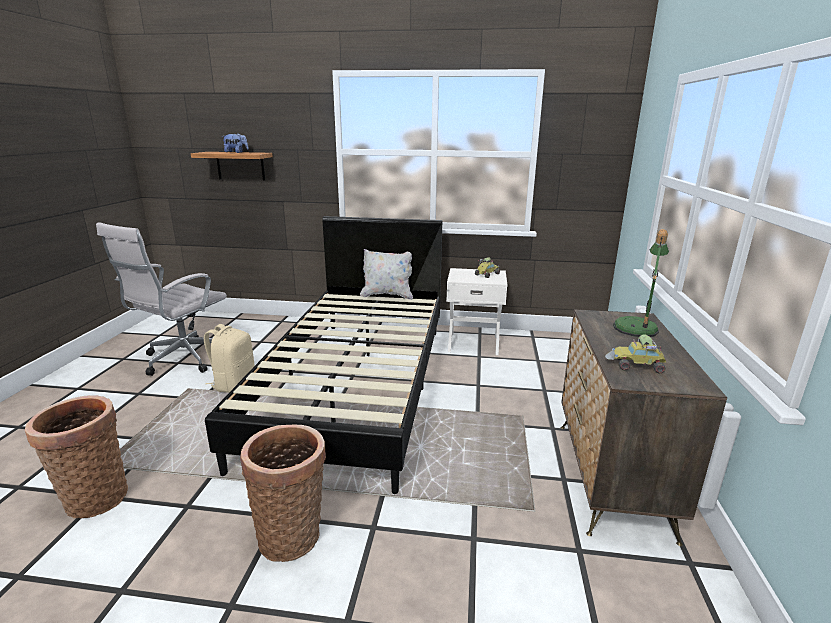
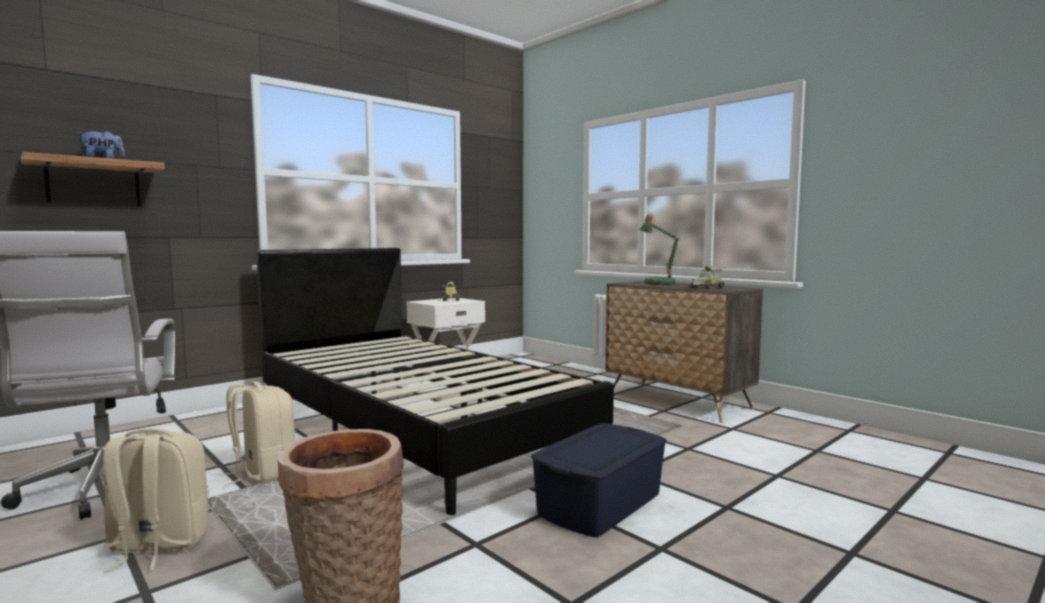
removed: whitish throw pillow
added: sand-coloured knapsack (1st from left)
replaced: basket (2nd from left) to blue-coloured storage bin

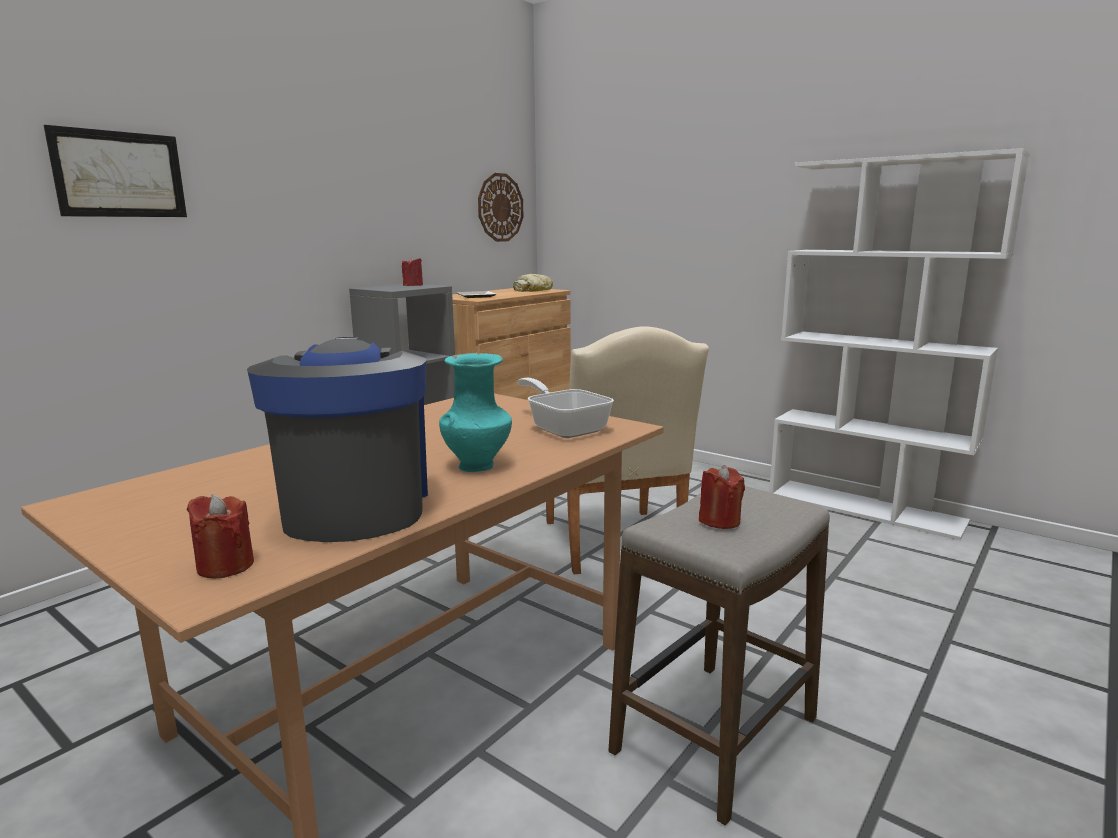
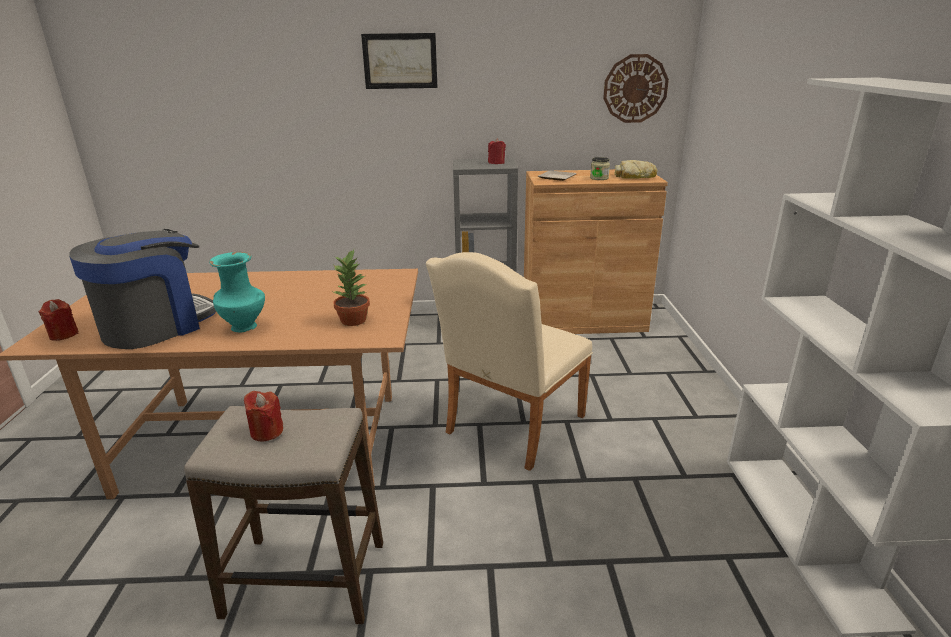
added: preserve jar
moved: wall picture
replaced: skillet to potted plant

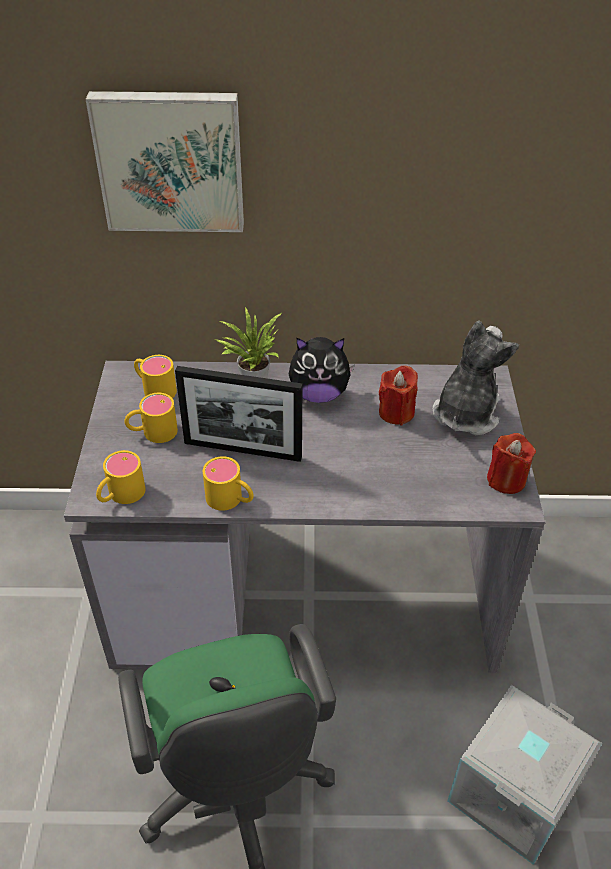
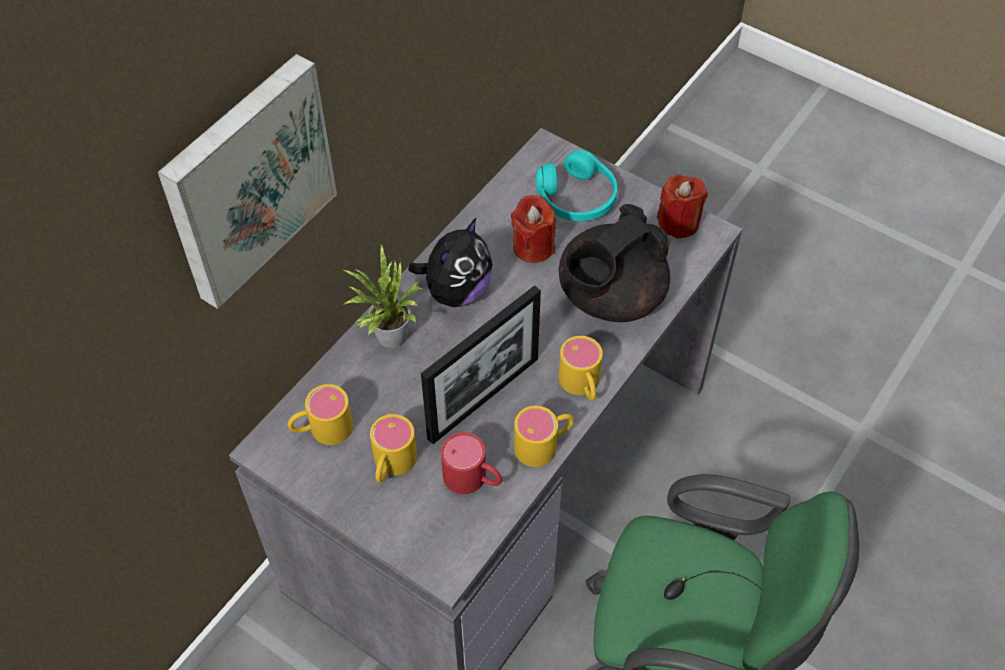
removed: gray storage bin
added: red tea mug; black teapot
moved: yellow tea mug (1st from left in the first image) to yellow tea mug (4th from left)
replaced: cuddly toy (2nd from left) to turquoise-coloured headset

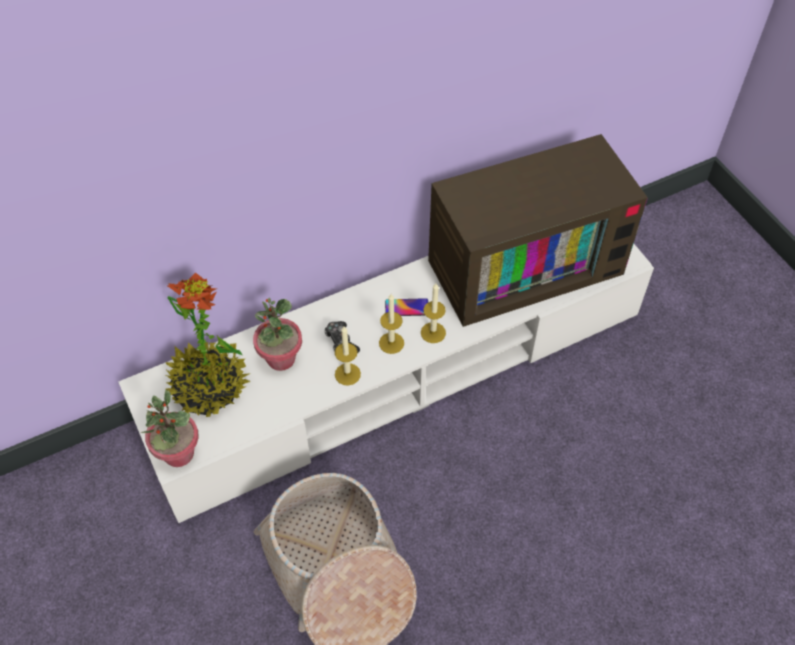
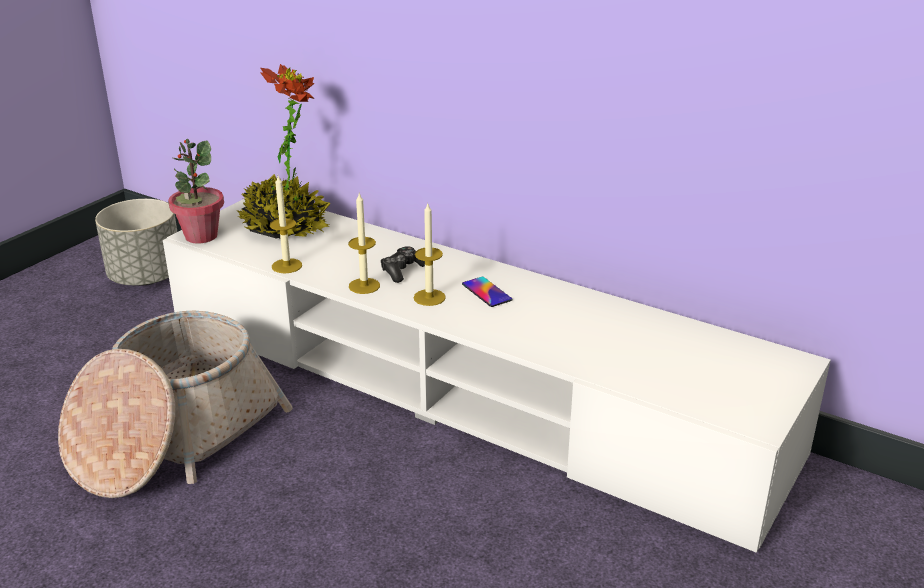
removed: potted plant (3rd from left); TV set
added: gray flower pot
moved: candle (3rd from left in the first image) to candle (1st from left)

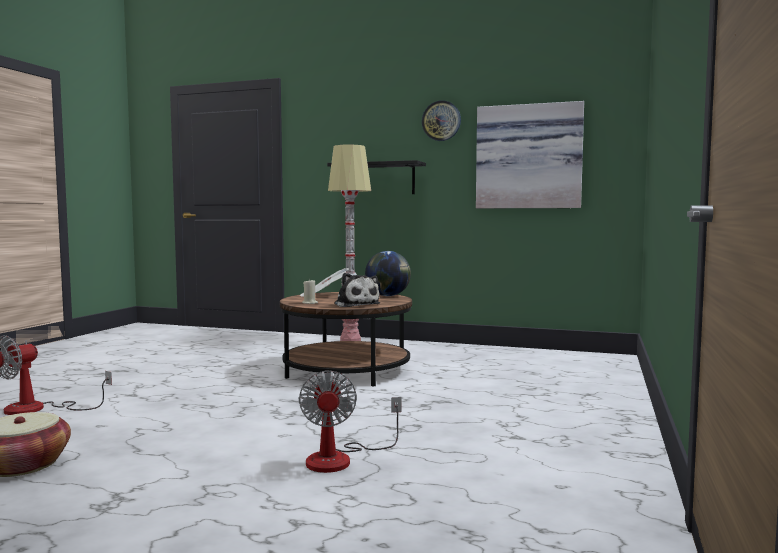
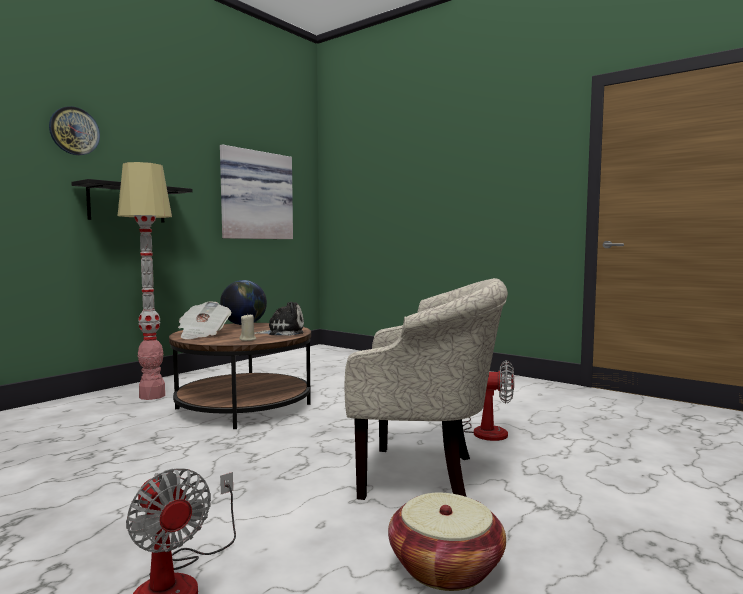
added: sand-coloured easy chair
moved: clock on the wall

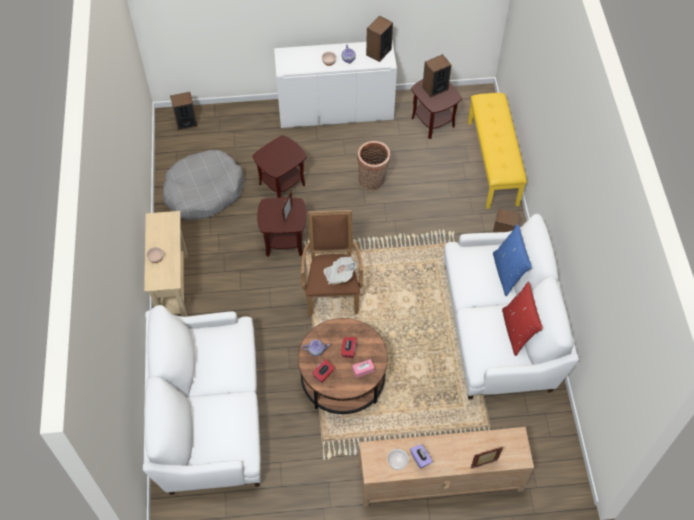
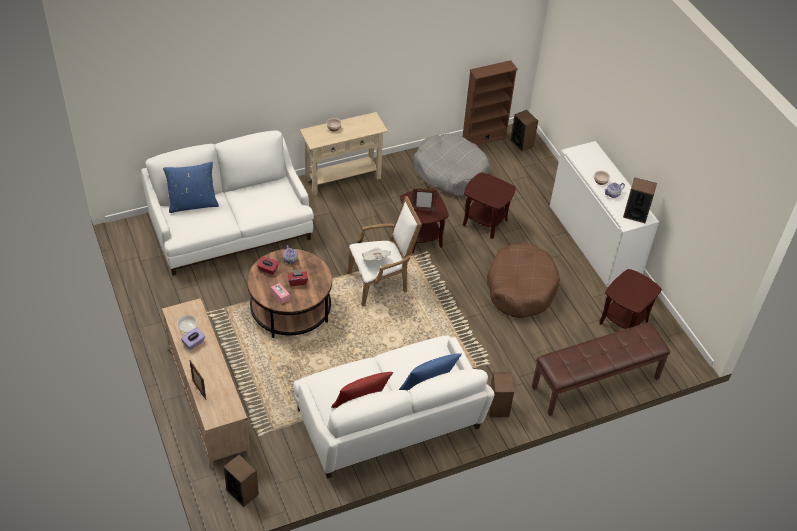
added: blue-coloured throw pillow (1st from left); brownish bookshelf
moved: speaker (3rd from left in the first image) to speaker (1st from left)
replaced: basket to brownish dog cushion
recoloured: brownish easy chair to whitish easy chair; yellow indoor bench to brownish indoor bench

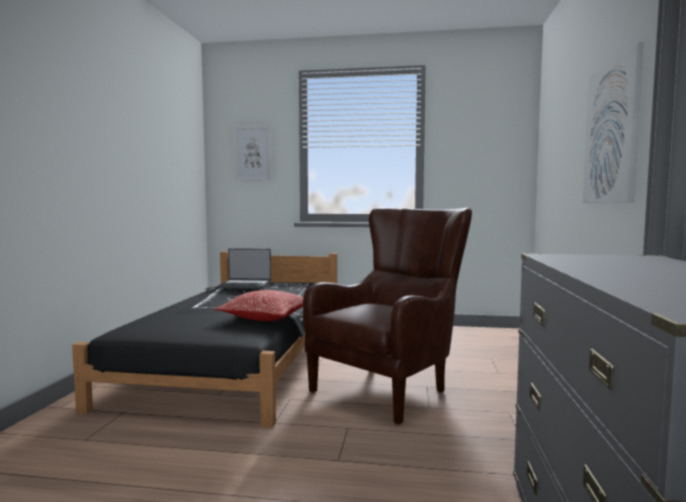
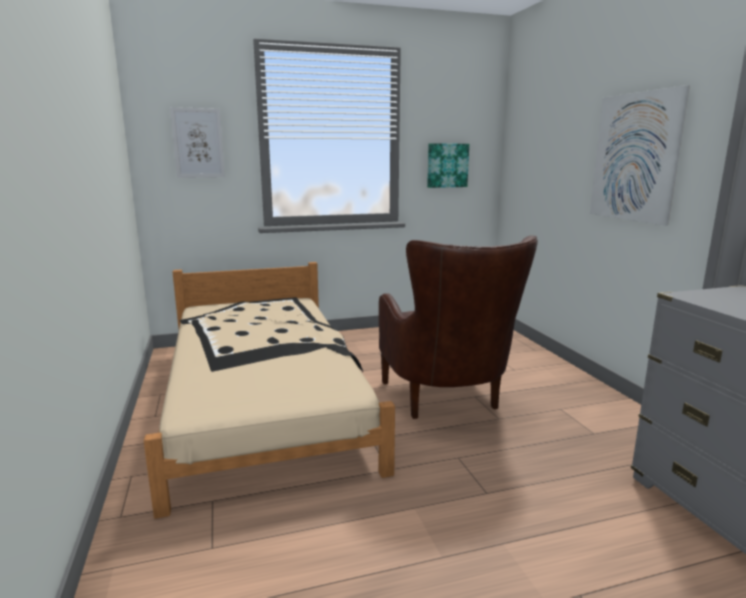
removed: throw pillow; portable computer
added: wall picture (2nd from left)
recoloured: black sleeping bed to sand-coloured sleeping bed
turned: brownish easy chair 150 degrees clockwise

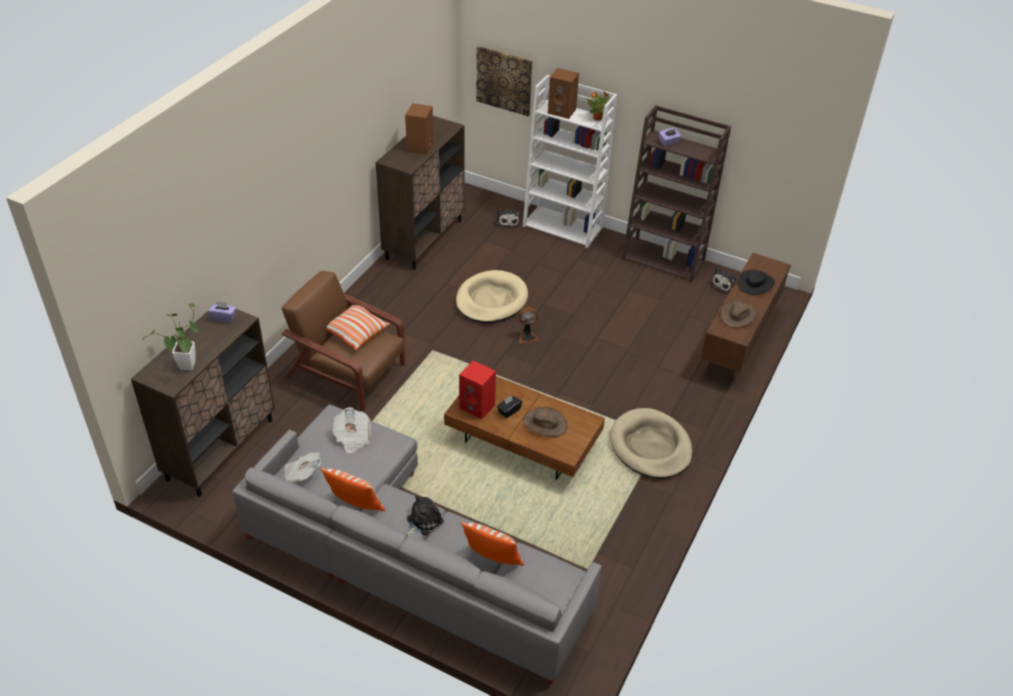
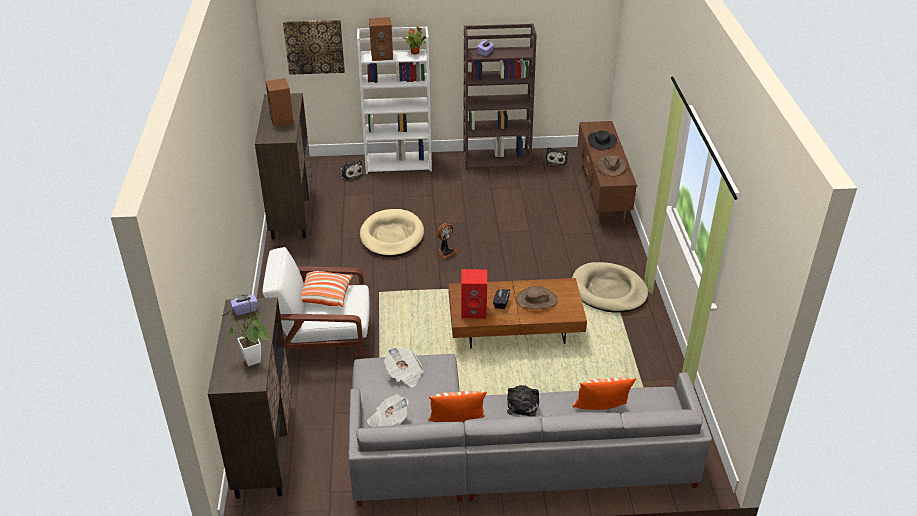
recoloured: brownish easy chair to whitish easy chair

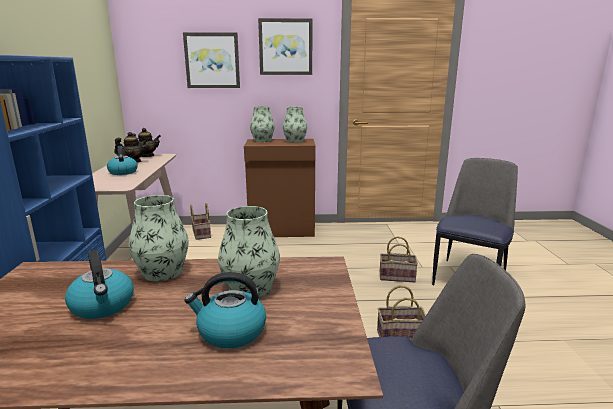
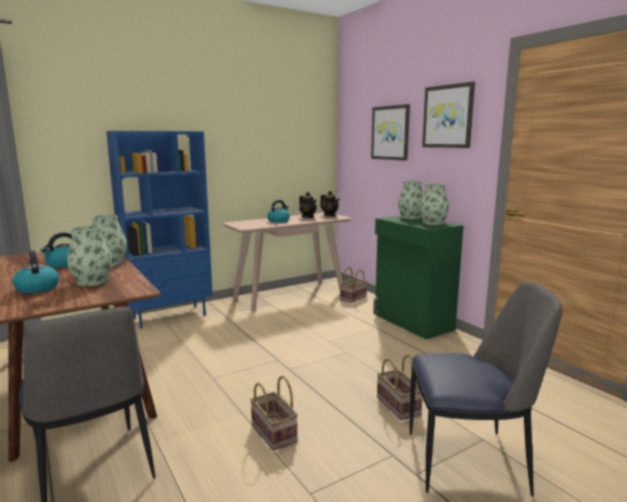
recoloured: brownish storage cabinet to green storage cabinet

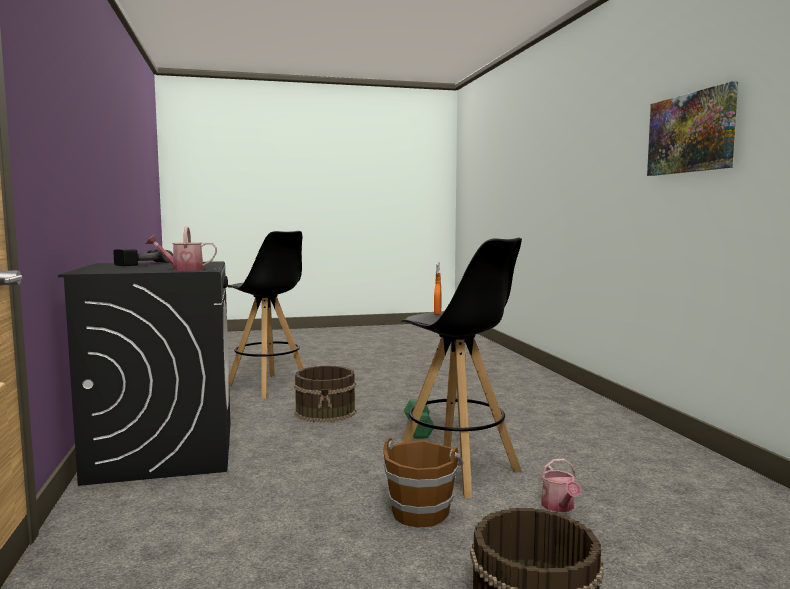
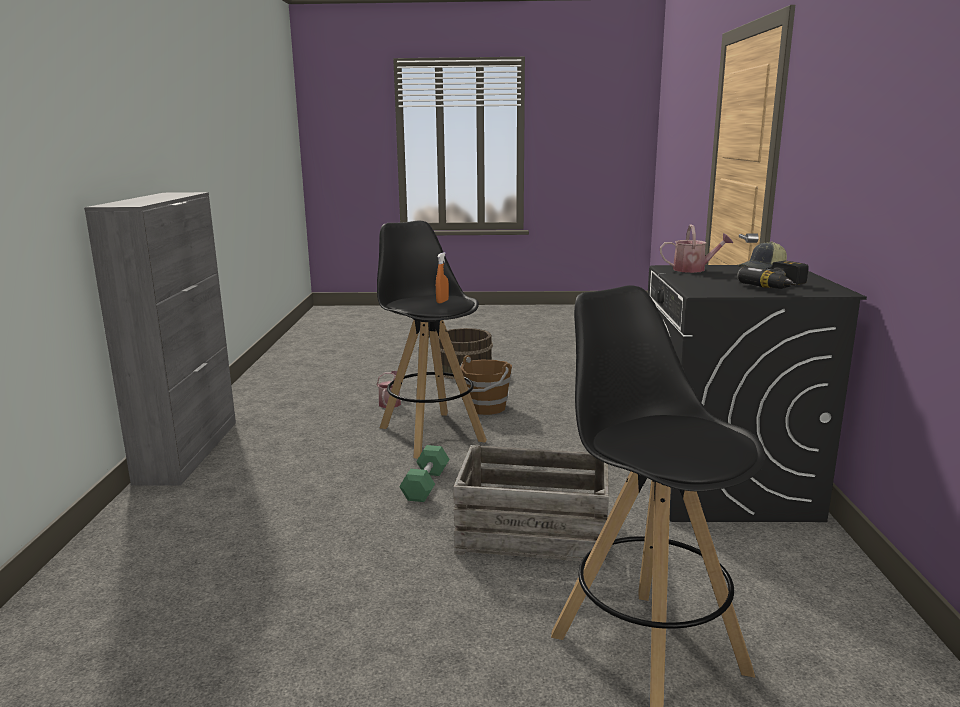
removed: wall picture
added: gray storage cabinet; peaked cap
replaced: brownish water bucket (1st from left) to crate

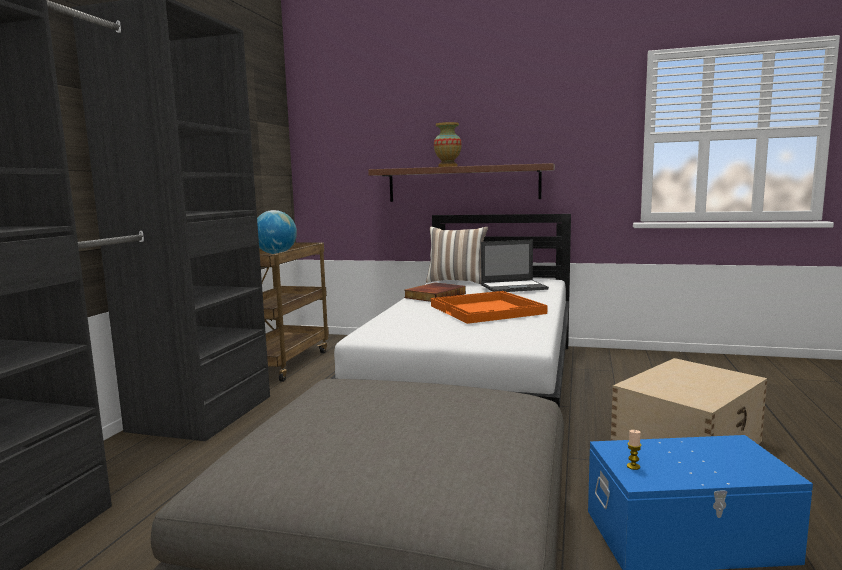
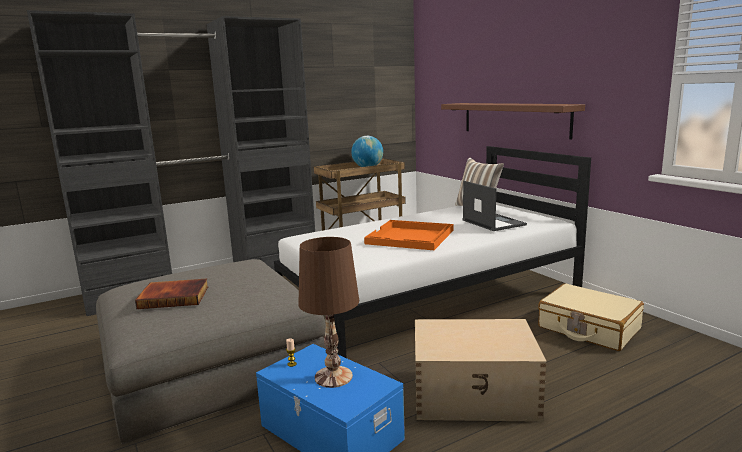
removed: decorative vase
added: brownish table lamp; sand-coloured travel case
moved: volume
turned: portable computer 150 degrees counterclockwise

